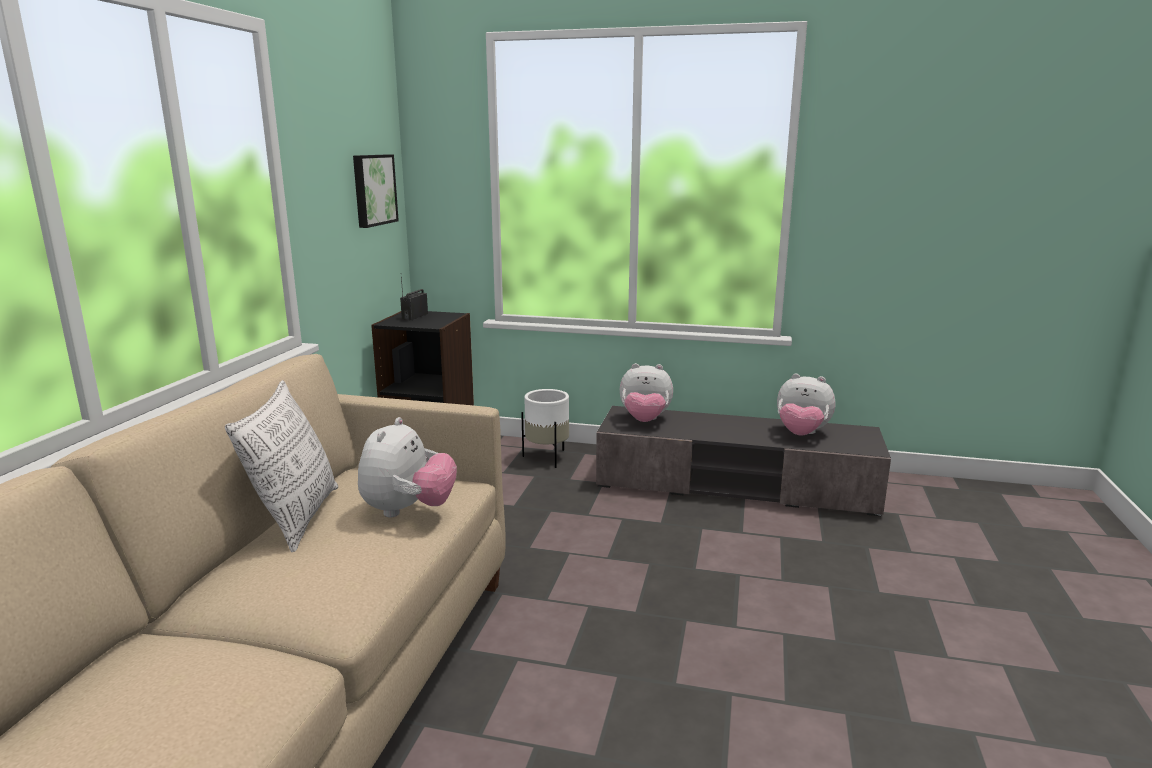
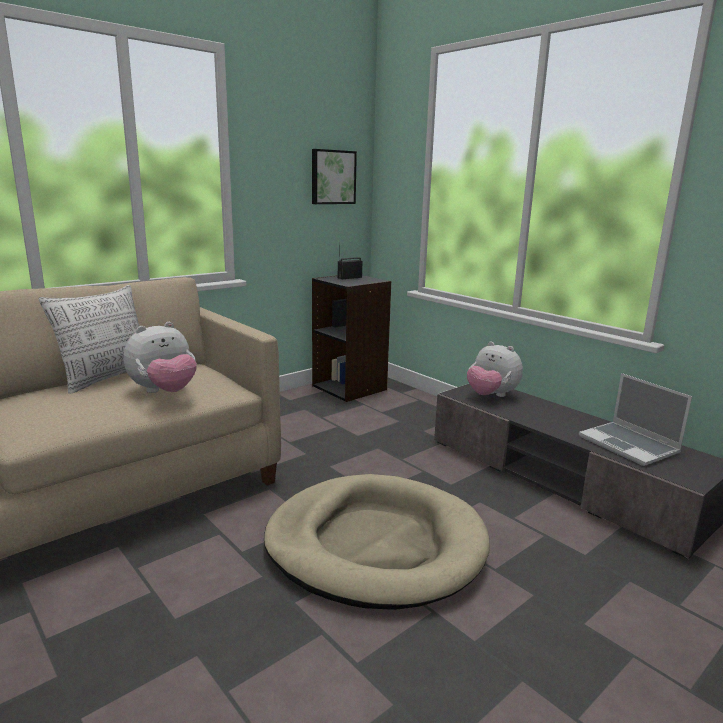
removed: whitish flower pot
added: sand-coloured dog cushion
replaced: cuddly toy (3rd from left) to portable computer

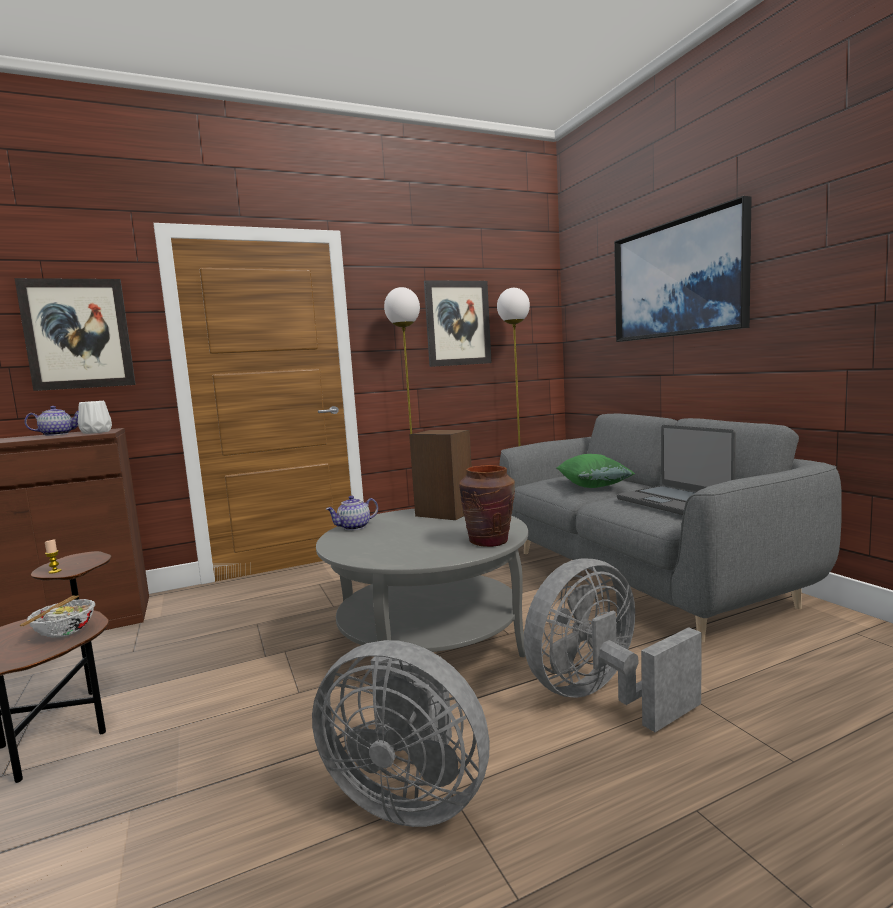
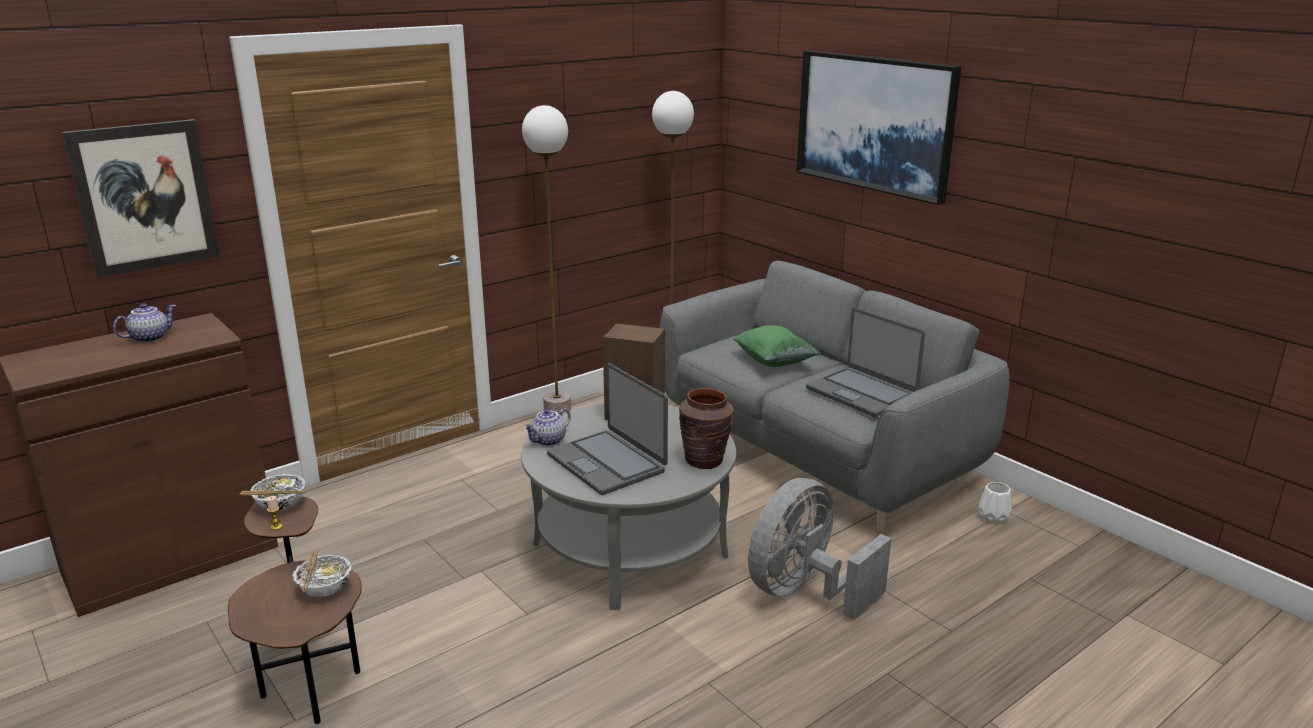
removed: gray cooling fan (1st from left); wall picture (2nd from left)
added: serving bowl (1st from left); portable computer (1st from left)
moved: whitish decorative vase

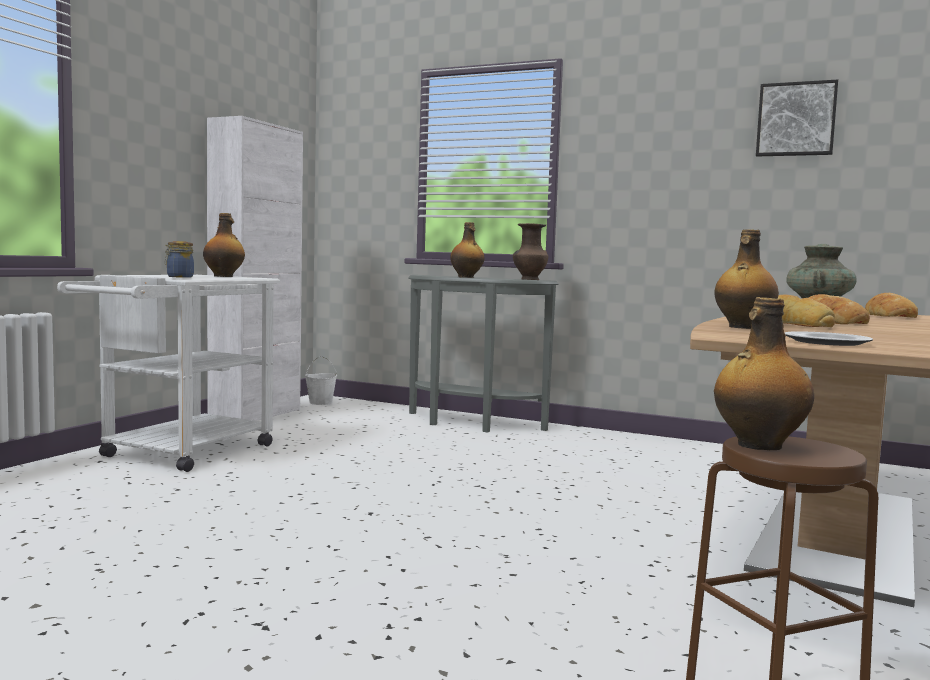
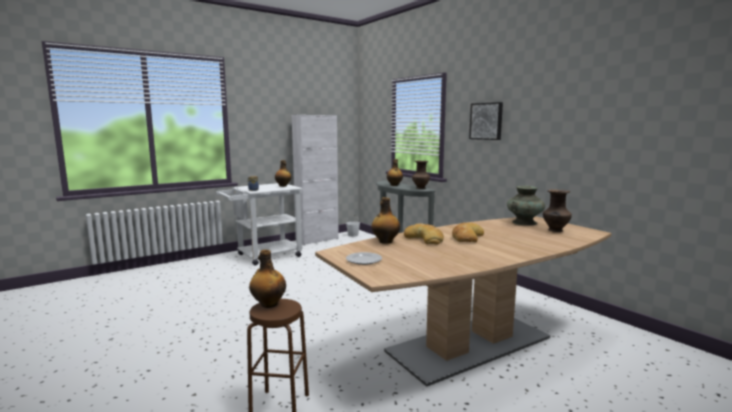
moved: wall picture
replaced: bakery bread (3rd from left) to brownish decorative vase (2nd from left)

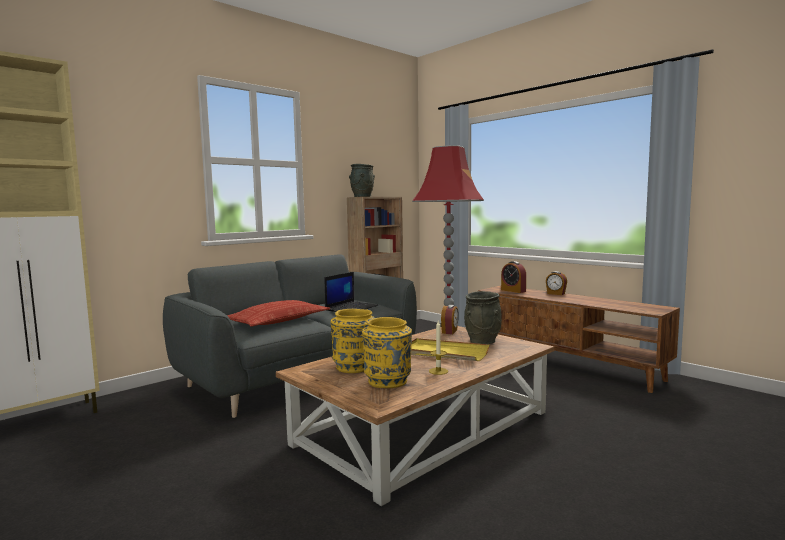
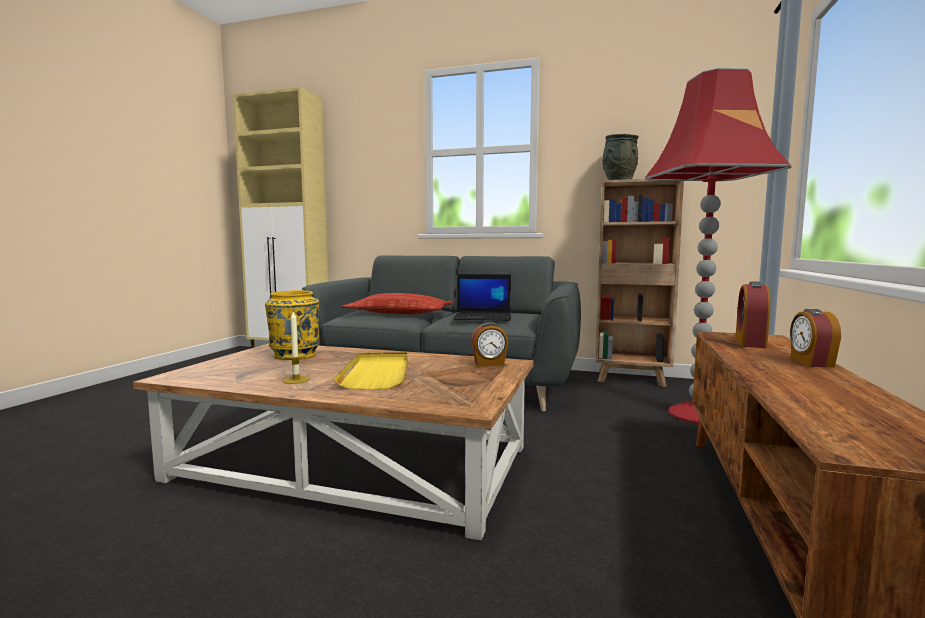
removed: yellow decorative vase (2nd from left); gray decorative vase (2nd from left)

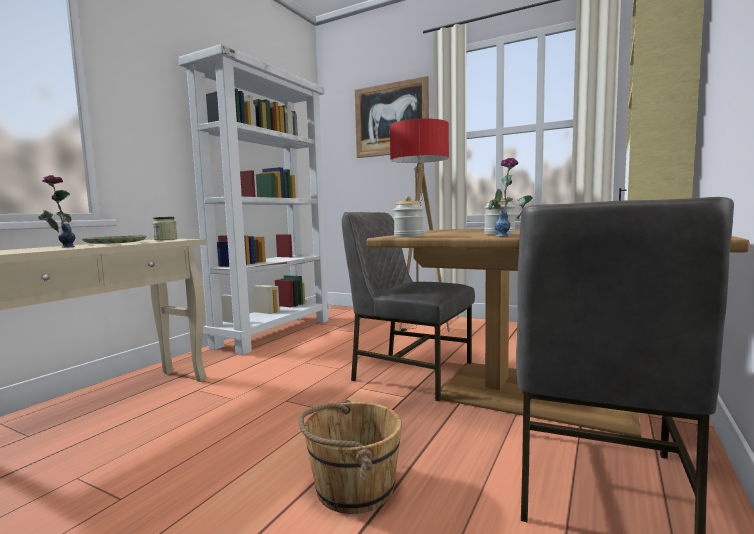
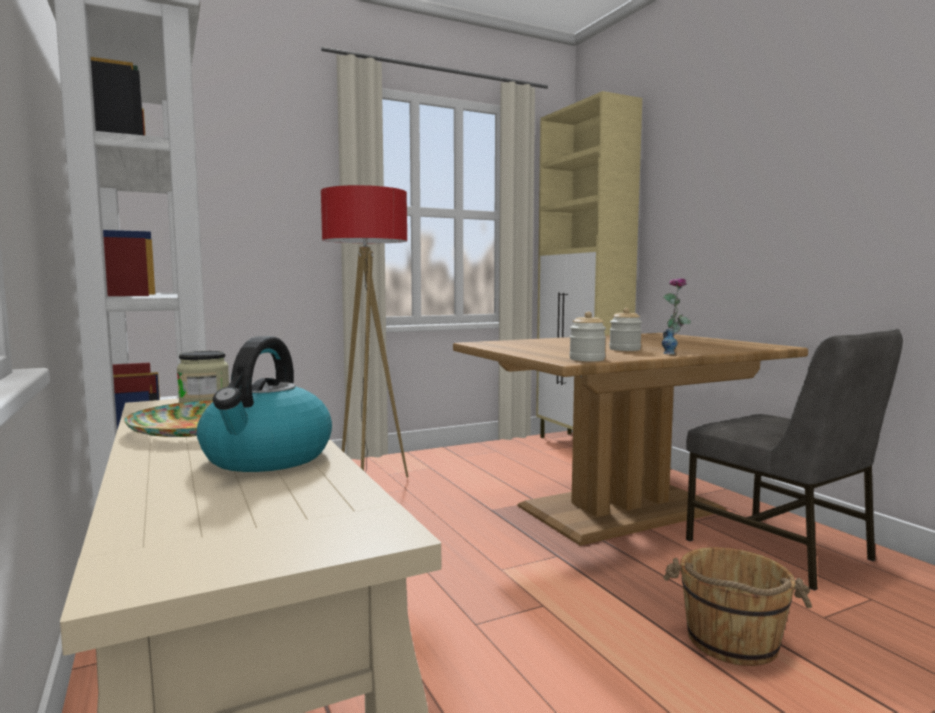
removed: gray plain chair (1st from left); wall picture
replaced: decorative vase (1st from left) to kettle

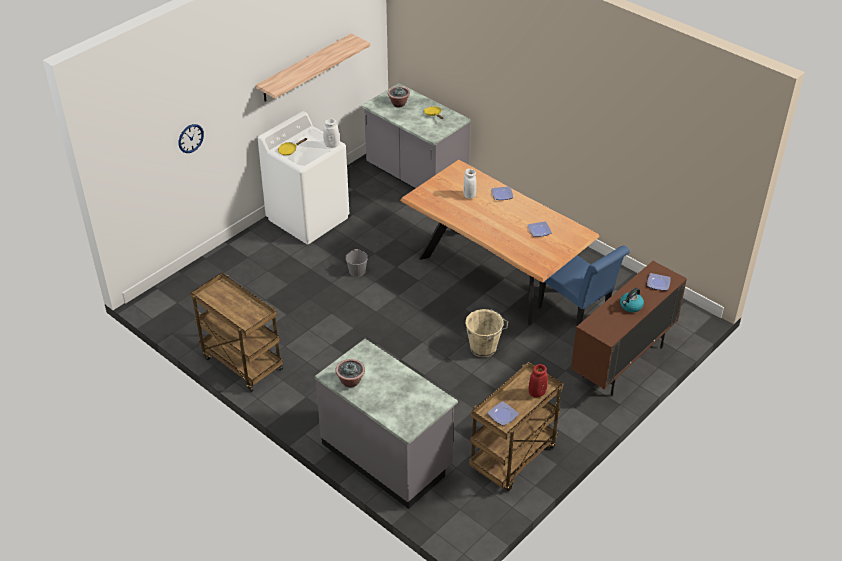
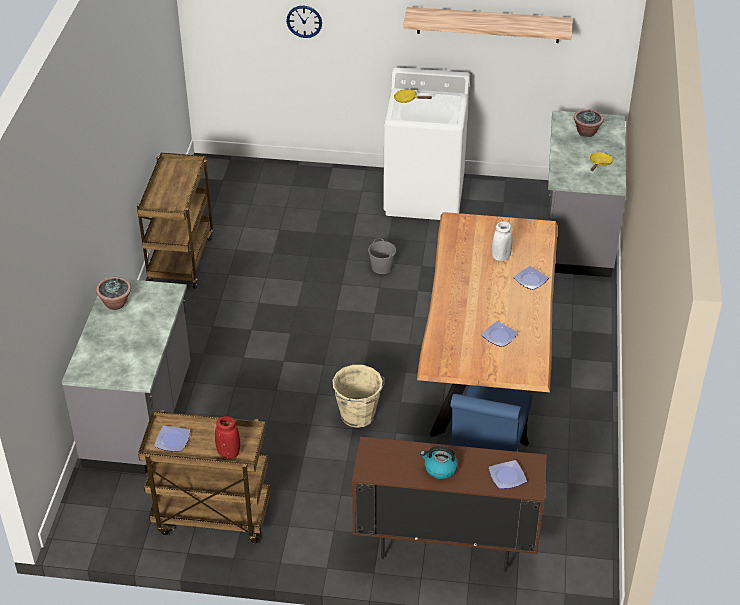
removed: whitish decorative vase (1st from left)

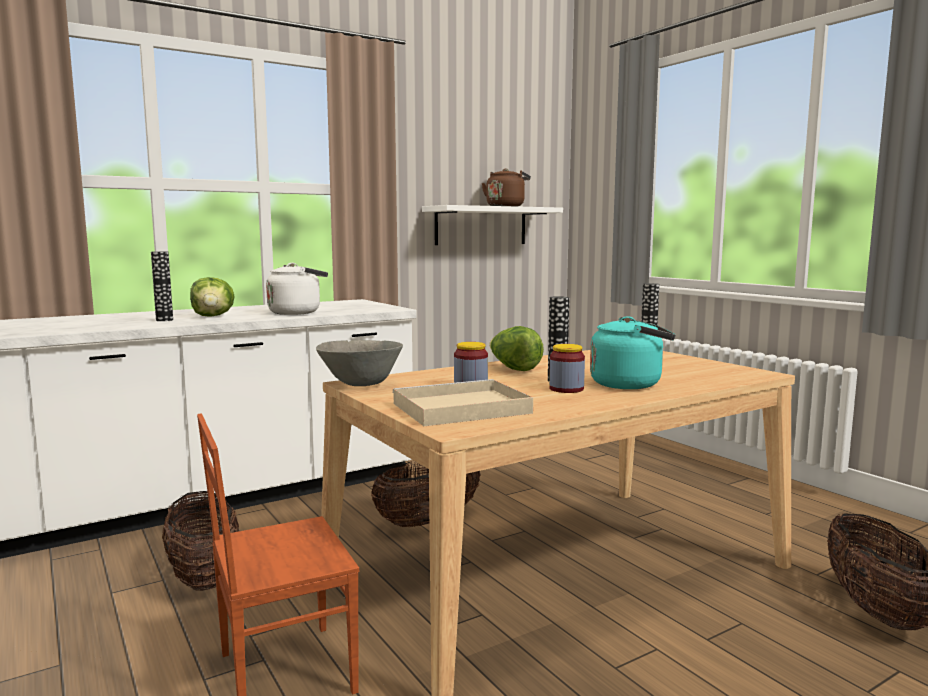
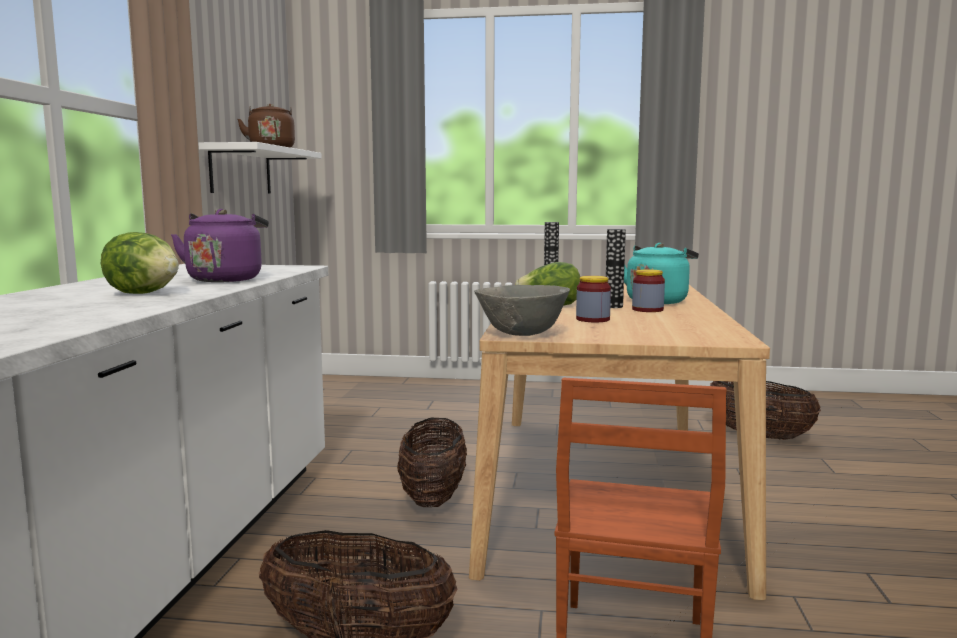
removed: decorative vase (1st from left); sand-coloured carrying tray
recoloured: whitish kettle to purple kettle

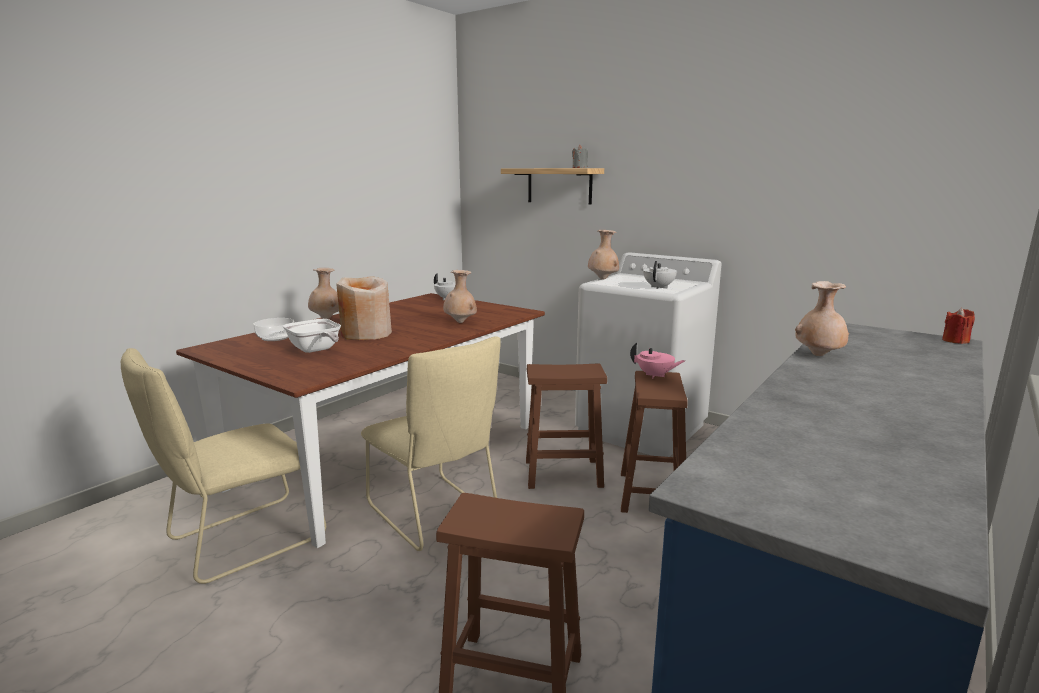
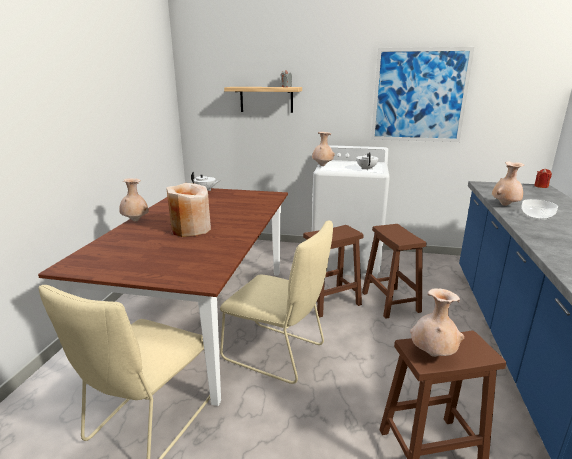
removed: skillet; pink teapot
added: wall picture
moved: sand-coloured decorative vase (3rd from left in the first image) to sand-coloured decorative vase (4th from left); serving bowl

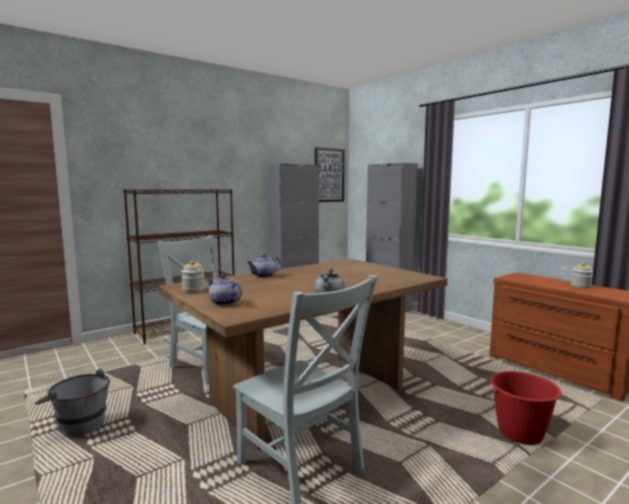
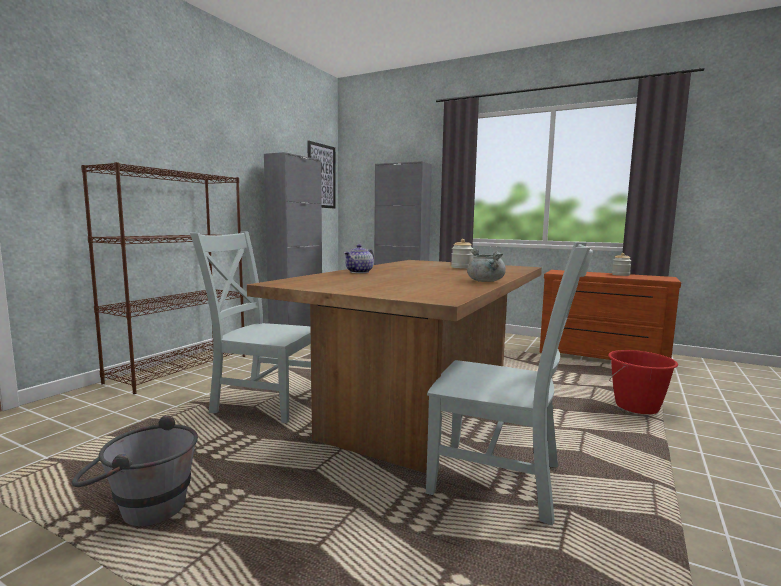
removed: teapot (1st from left)
moved: preserve jar (1st from left)

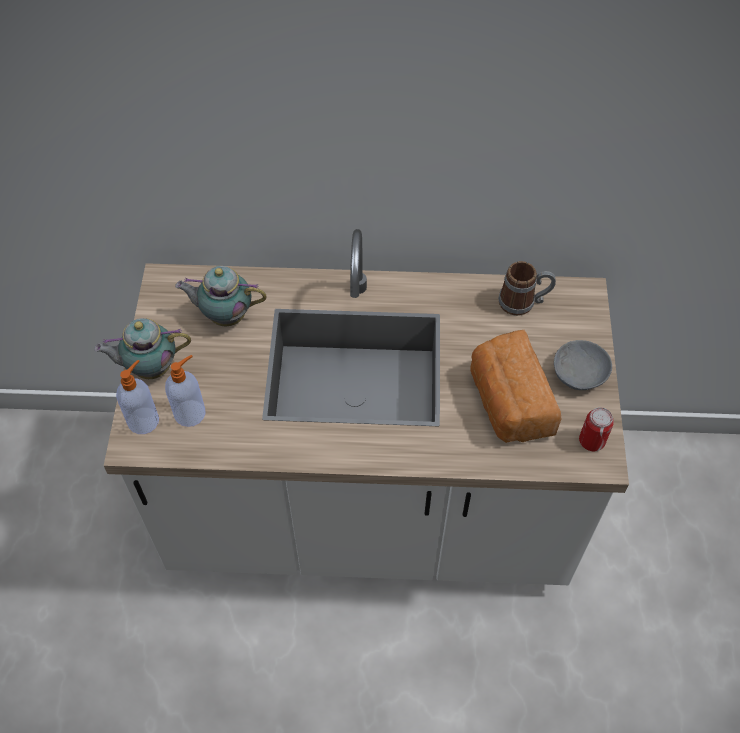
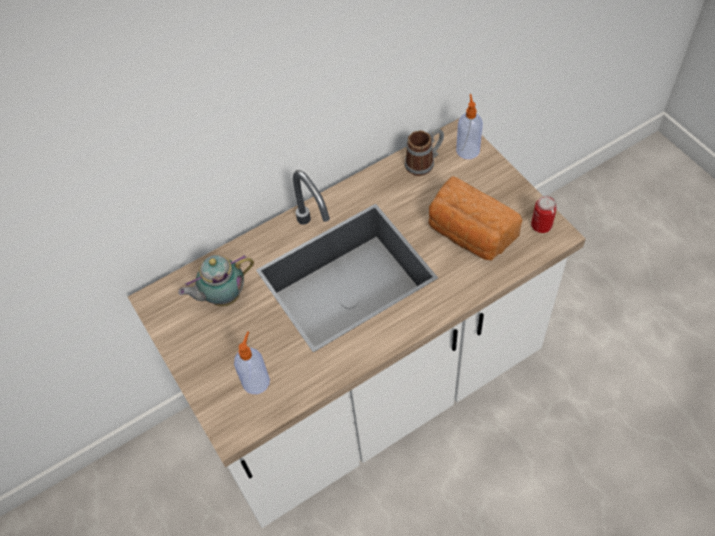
removed: teapot (1st from left); gray serving bowl
moved: soap bottle (1st from left in the first image) to soap bottle (2nd from left)

